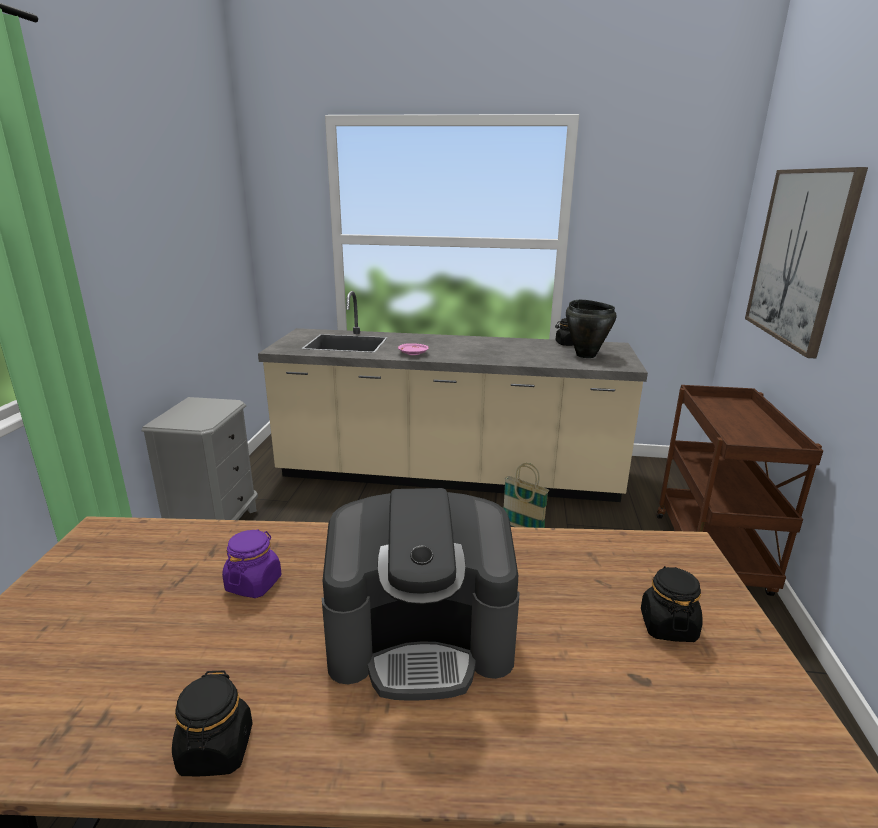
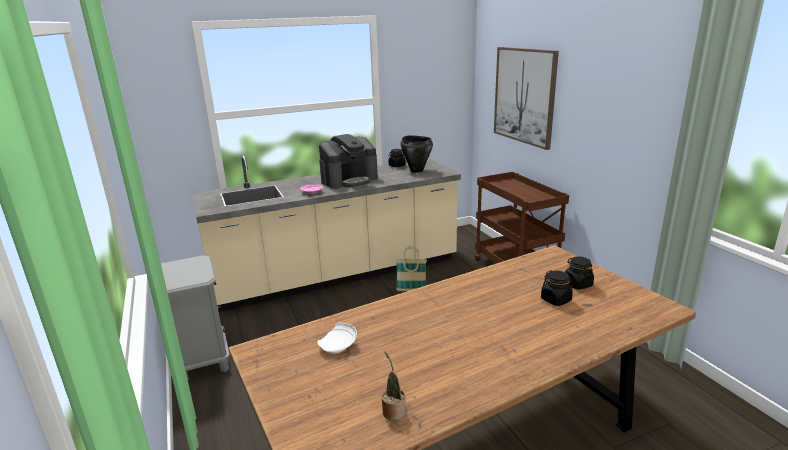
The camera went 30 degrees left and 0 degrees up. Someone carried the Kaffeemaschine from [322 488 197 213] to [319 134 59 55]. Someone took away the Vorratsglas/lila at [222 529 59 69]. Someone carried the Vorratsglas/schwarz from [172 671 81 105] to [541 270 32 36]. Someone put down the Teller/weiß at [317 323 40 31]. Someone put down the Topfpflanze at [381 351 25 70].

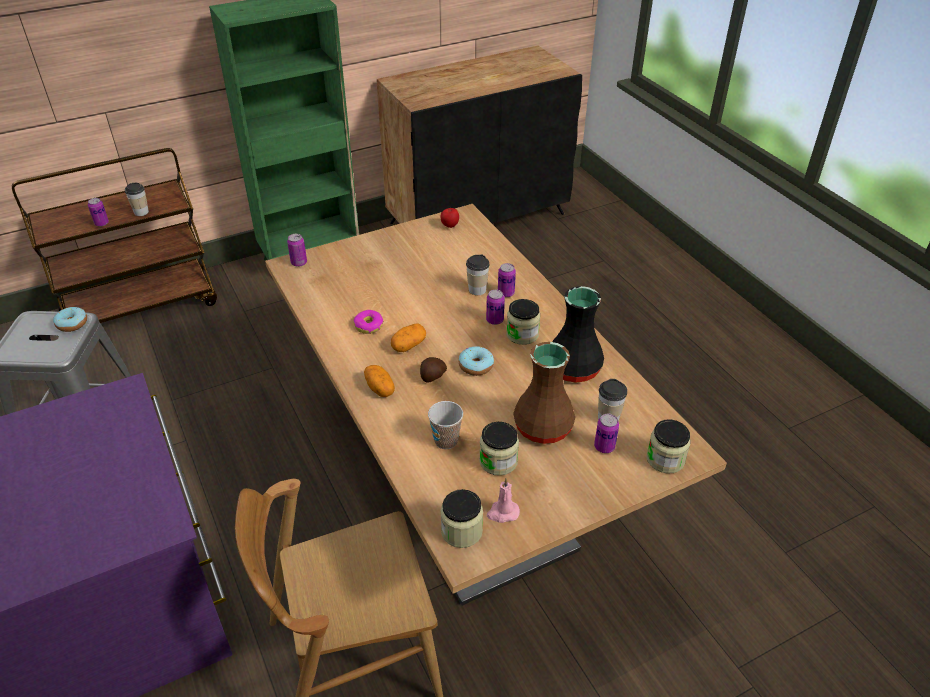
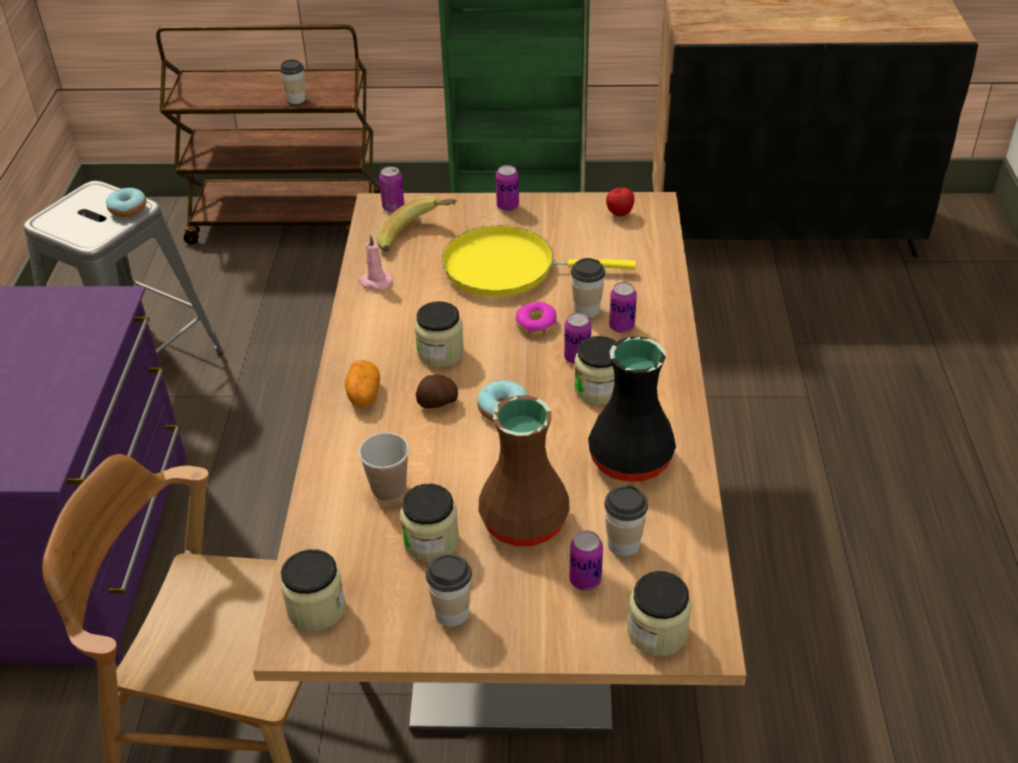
The camera went 30 degrees right and 0 degrees up. Someone carried the Dose from [88 198 21 29] to [496 165 23 46]. Someone carried the Donut from [353 310 31 24] to [515 302 42 33]. Someone swapped the Kartoffel at [391 323 35 29] for the Vorratsglas at [415 301 49 67]. Someone carried the Kerze/rosa from [487 478 33 45] to [358 234 35 56]. Someone put down the Banane at [377 196 80 56]. Someone put down the Pfanne/gelb at [442 225 194 72]. Someone put down the Tasse at [426 554 46 73].

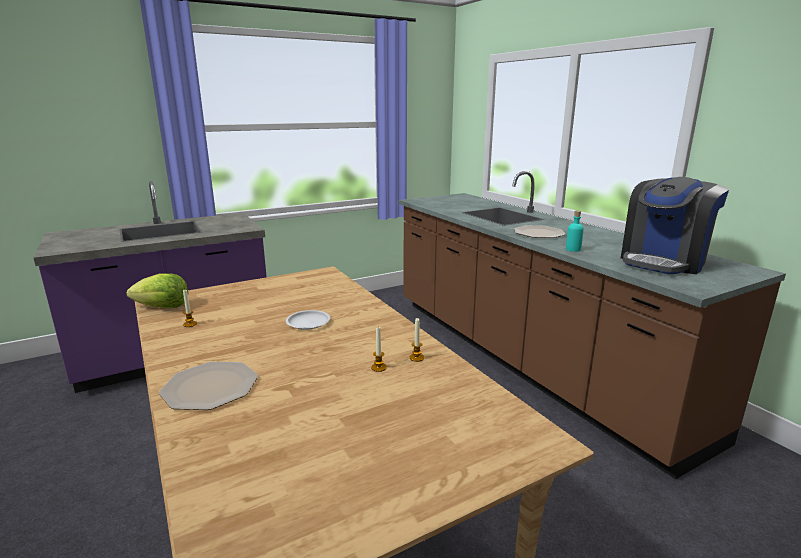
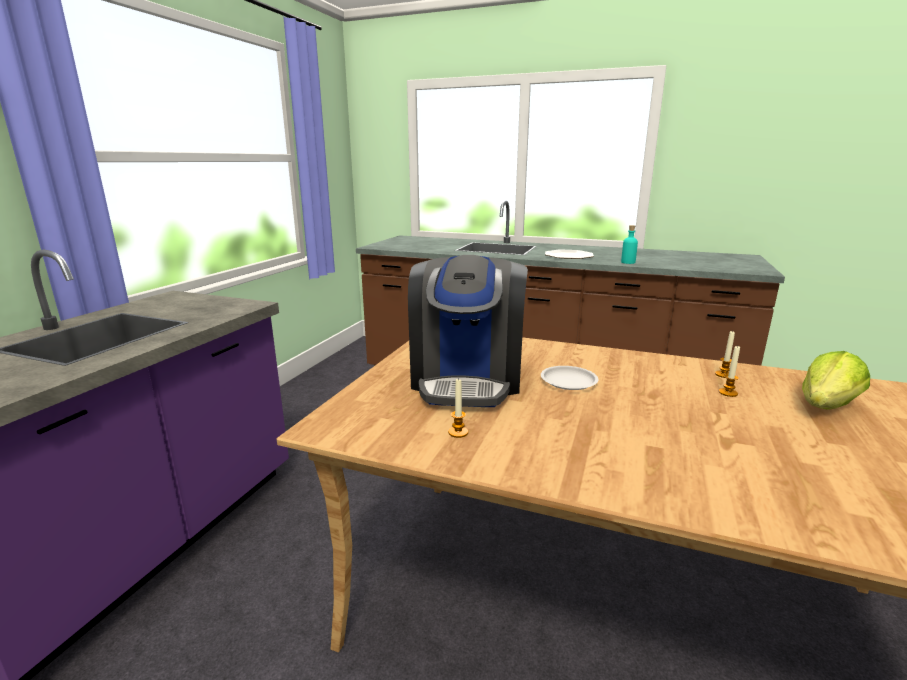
The camera went 40 degrees left and 0 degrees up. Someone carried the Kaffeemaschine from [621 177 108 97] to [408 255 120 152]. Someone carried the Salatkopf from [126 273 62 35] to [802 351 68 59]. Someone took away the Teller at [159 362 99 48].

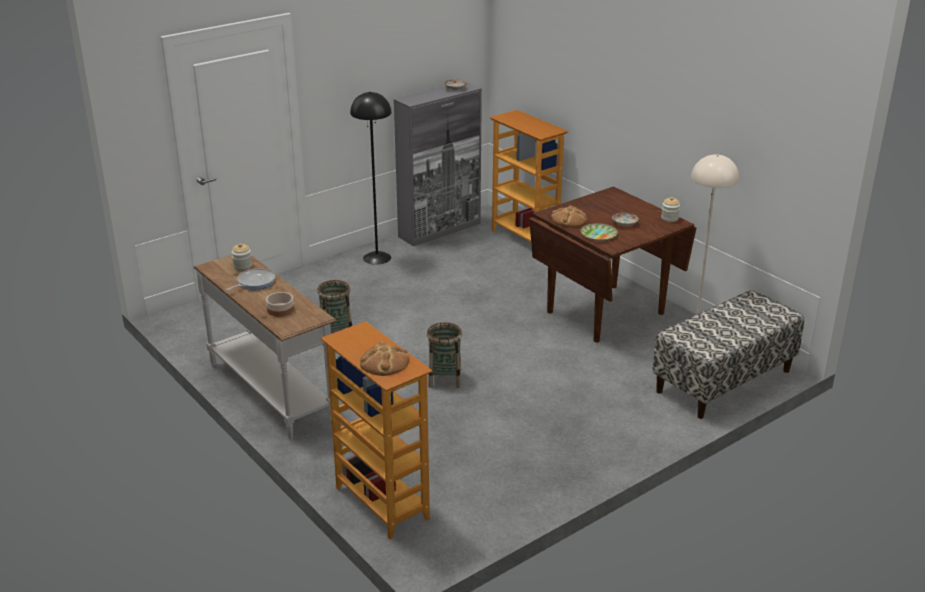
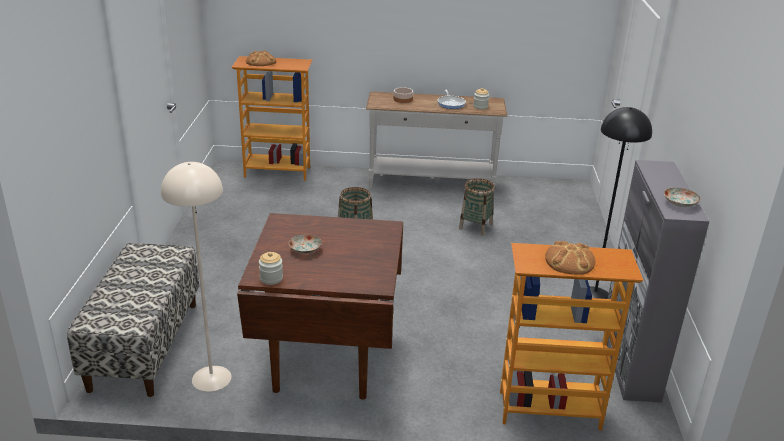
The camera went 130 degrees right and 0 degrees up. Someone carried the Brot from [551 206 36 21] to [545 241 51 34]. Someone took away the Teller at [581 223 37 18].

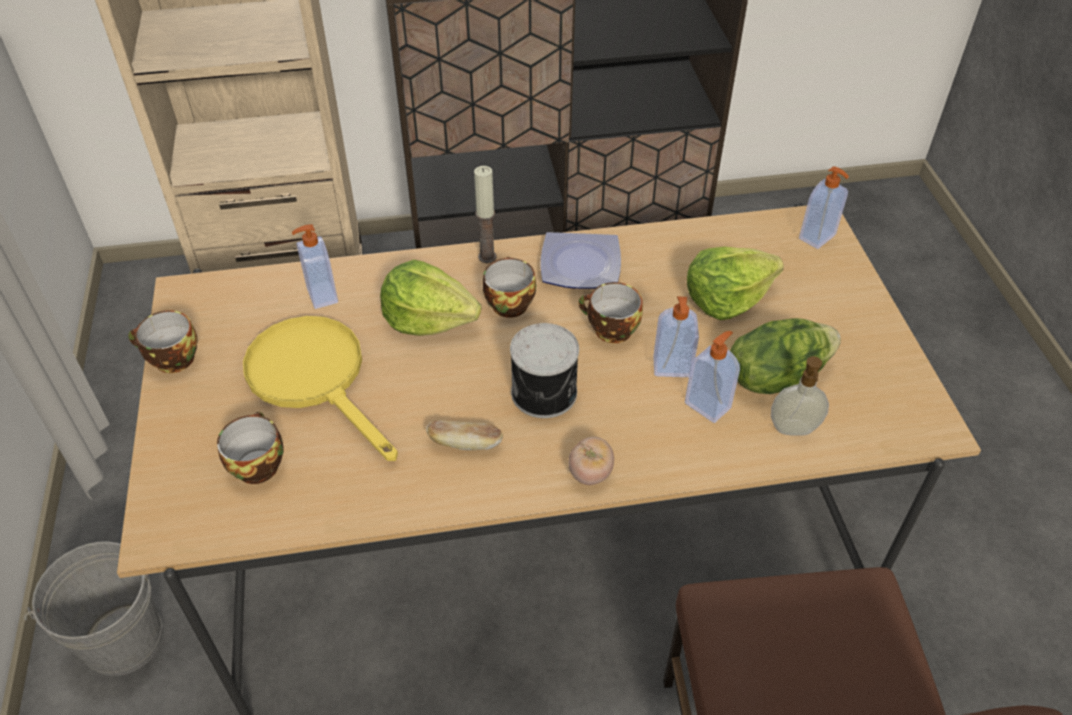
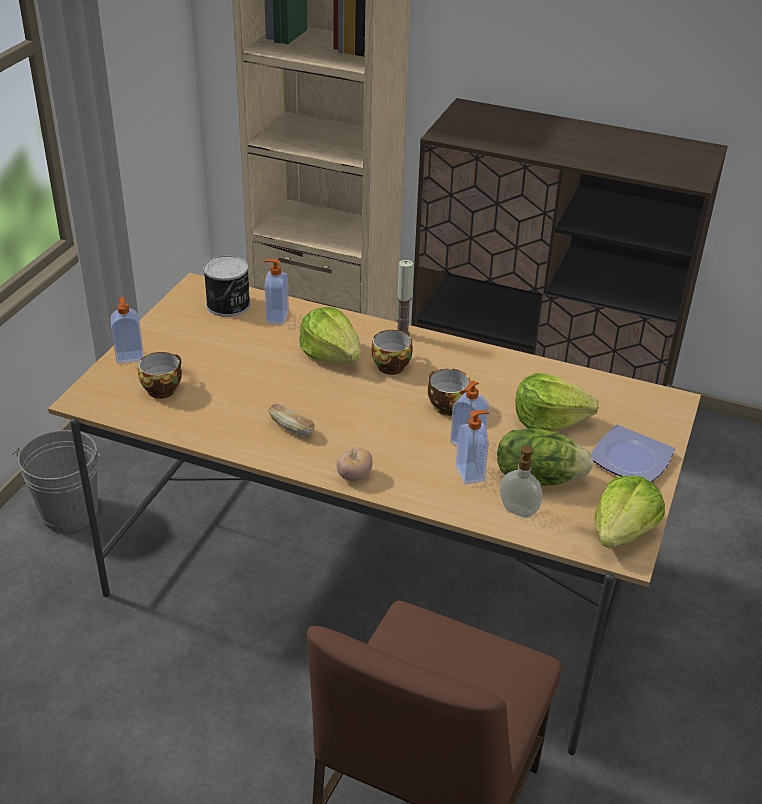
The camera went 30 degrees right and 10 degrees down. Someone carried the Seifenspender from [799 166 50 83] to [111 297 33 67]. Someone carried the Teller from [541 232 80 57] to [591 425 84 57]. Someone took away the Tasse at [128 310 70 63]. Someone took away the Pfanne/gelb at [243 316 155 145]. Someone carried the Dose from [510 323 69 95] to [203 255 47 62]. Someone put down the Salatkopf at [594 475 71 73].

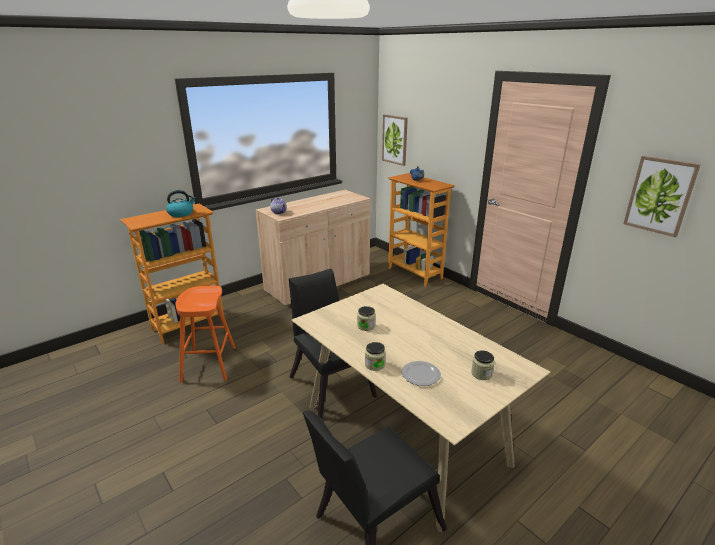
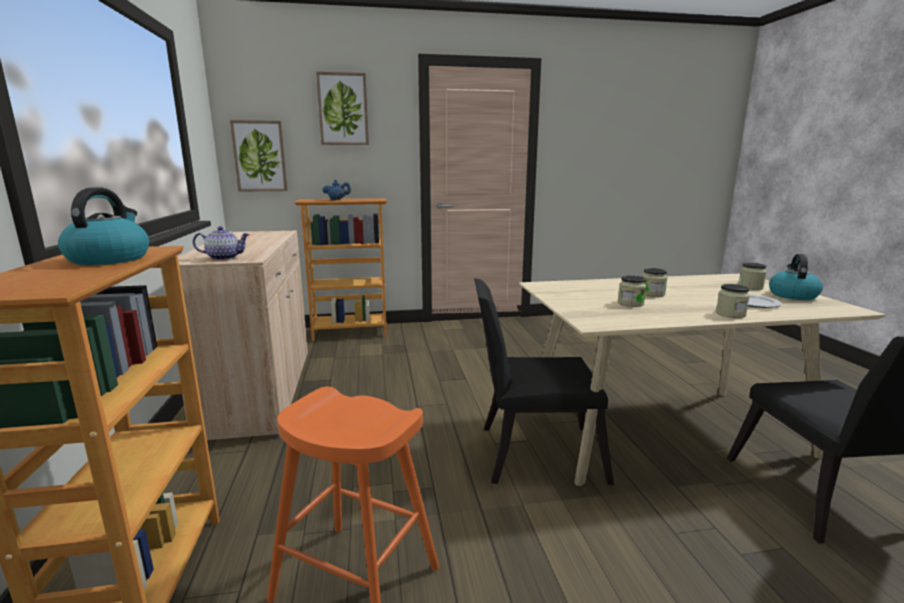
The camera went 60 degrees left and 10 degrees down. Someone carried the Bild from [623 156 78 81] to [316 72 53 73]. Someone put down the Wasserkessel at [769 254 54 46]. Someone put down the Vorratsglas at [642 268 26 29].

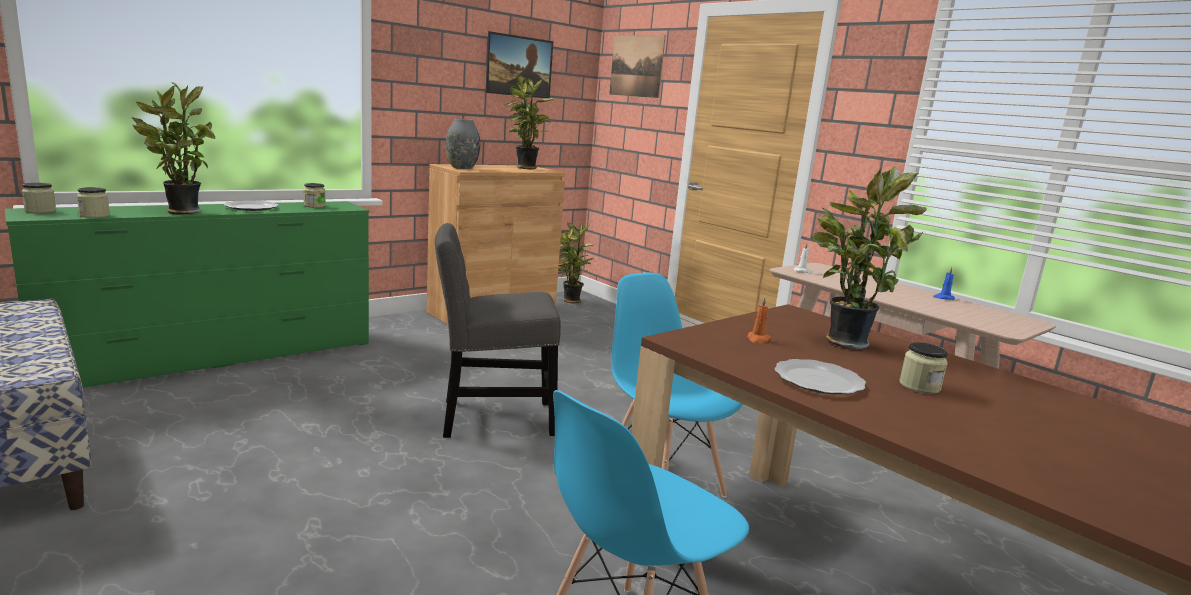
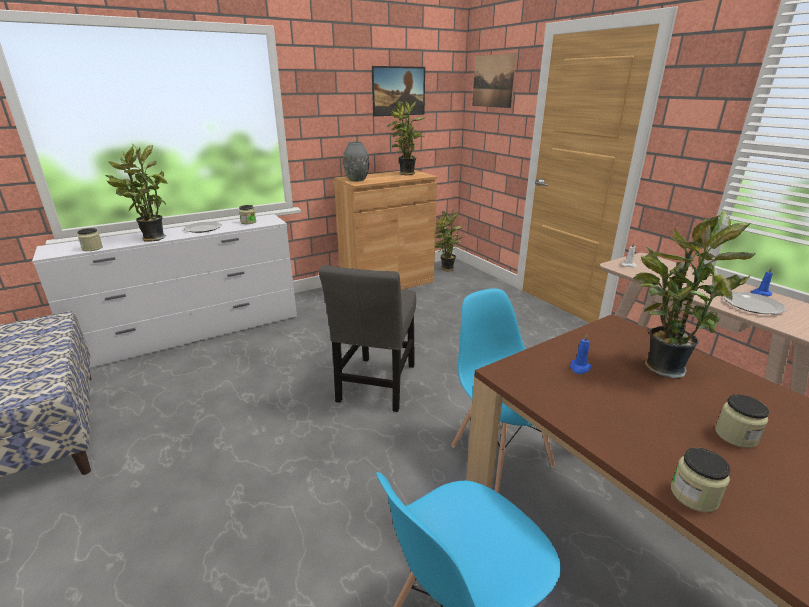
The camera went 10 degrees right and 10 degrees up. Someone carried the Vorratsglas from [22 183 34 30] to [671 448 59 64]. Someone repainted the Kommode/grün at [5 201 364 187], which became the Kommode/weiß at [32 214 265 154]. Someone rotated the Stuhl/grau at [435 223 126 215] by 75 degrees counterclockwise. Someone repainted the Kerze/orange at [747 297 24 47], which became the Kerze/blau at [570 334 22 40]. Someone carried the Teller from [774 359 92 35] to [724 292 62 22].

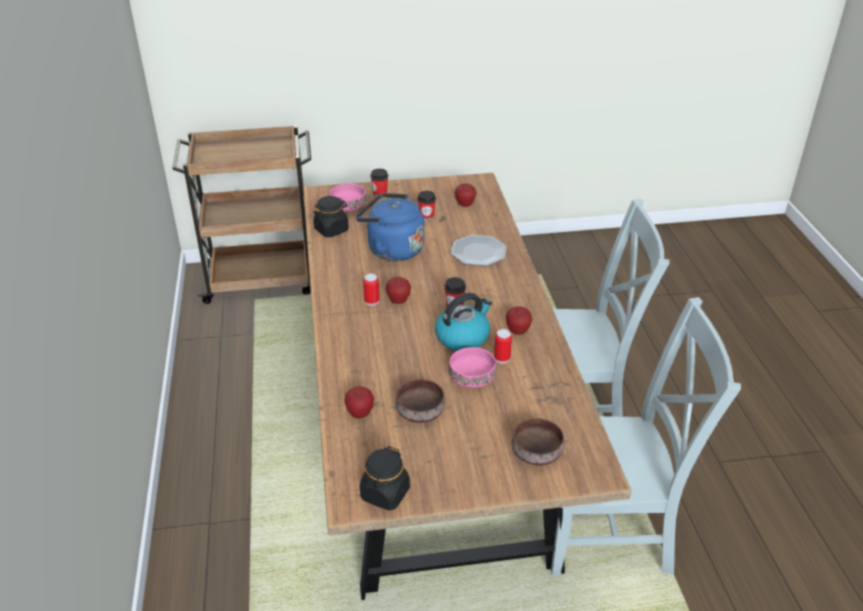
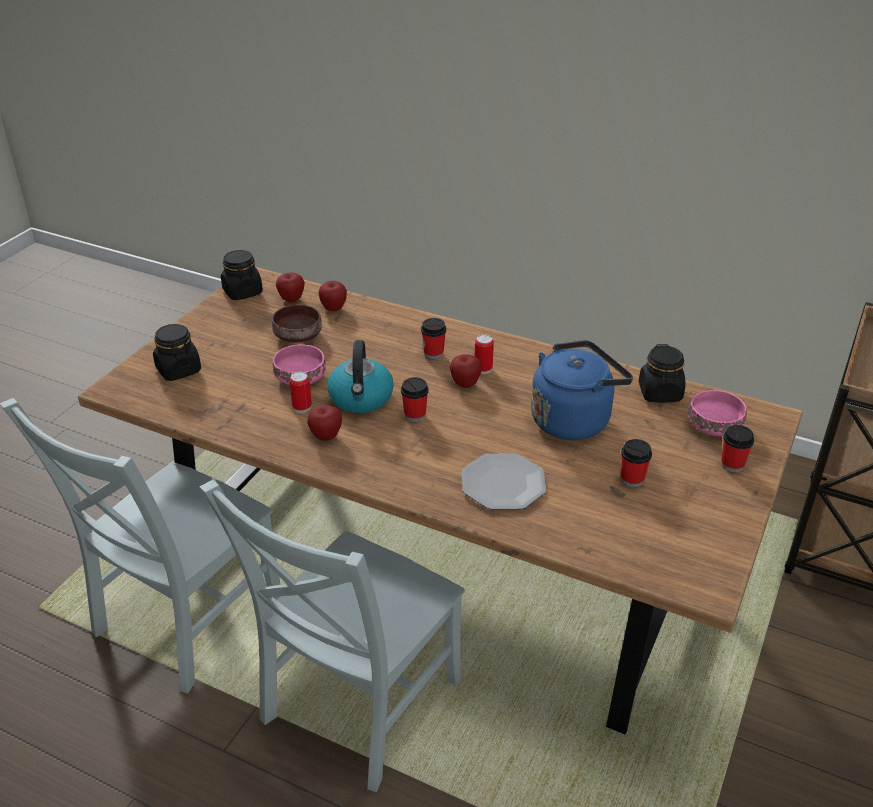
The camera went 125 degrees right and 0 degrees up. Someone carried the Apfel from [455 183 21 24] to [276 272 29 30]. Someone swapped the Schüssel/braun at [512 418 52 47] for the Vorratsglas/schwarz at [153 324 48 57]. Someone put down the Tasse at [421 318 25 41].

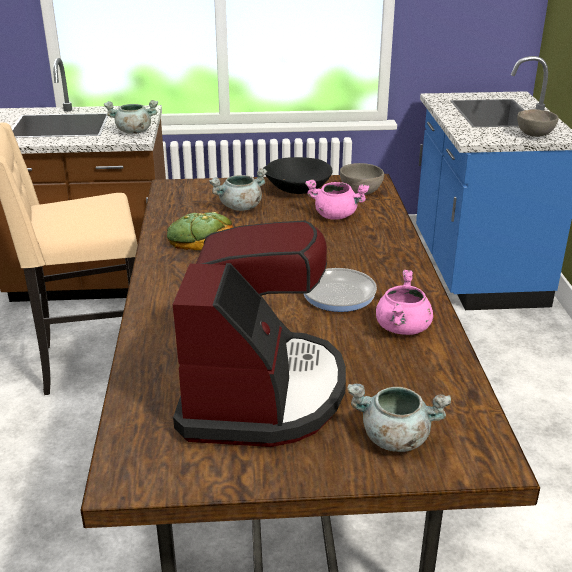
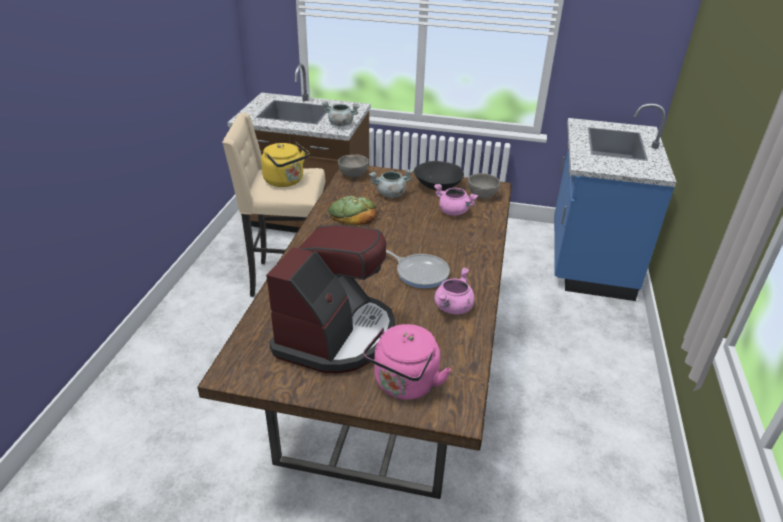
The camera went 15 degrees right and 5 degrees up. Someone carried the Schüssel/grau from [517 109 42 28] to [338 154 31 23]. Someone swapped the Kochtopf/grau at [347 383 104 69] for the Wasserkessel/rosa at [363 324 88 76]. Someone put down the Wasserkessel/gelb at [261 142 49 45].

